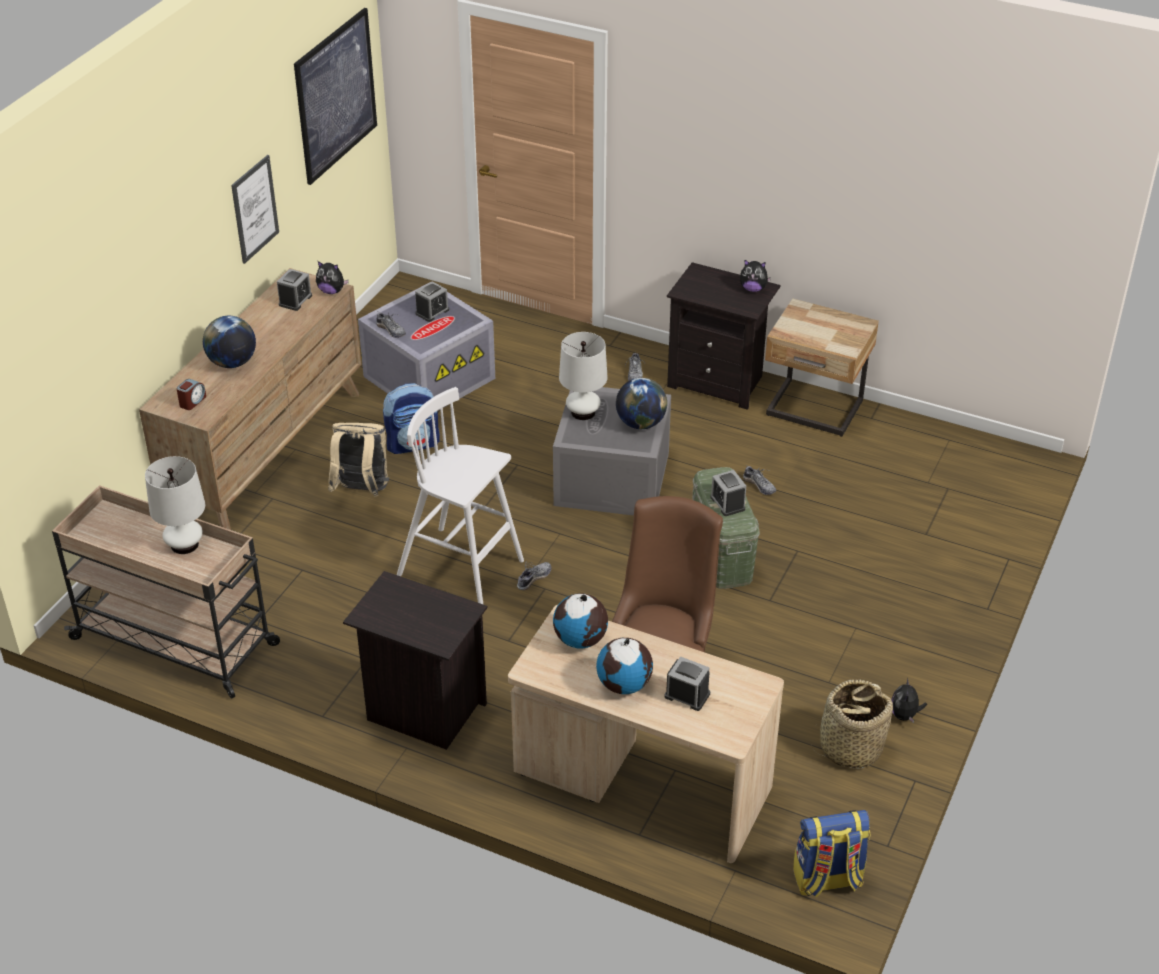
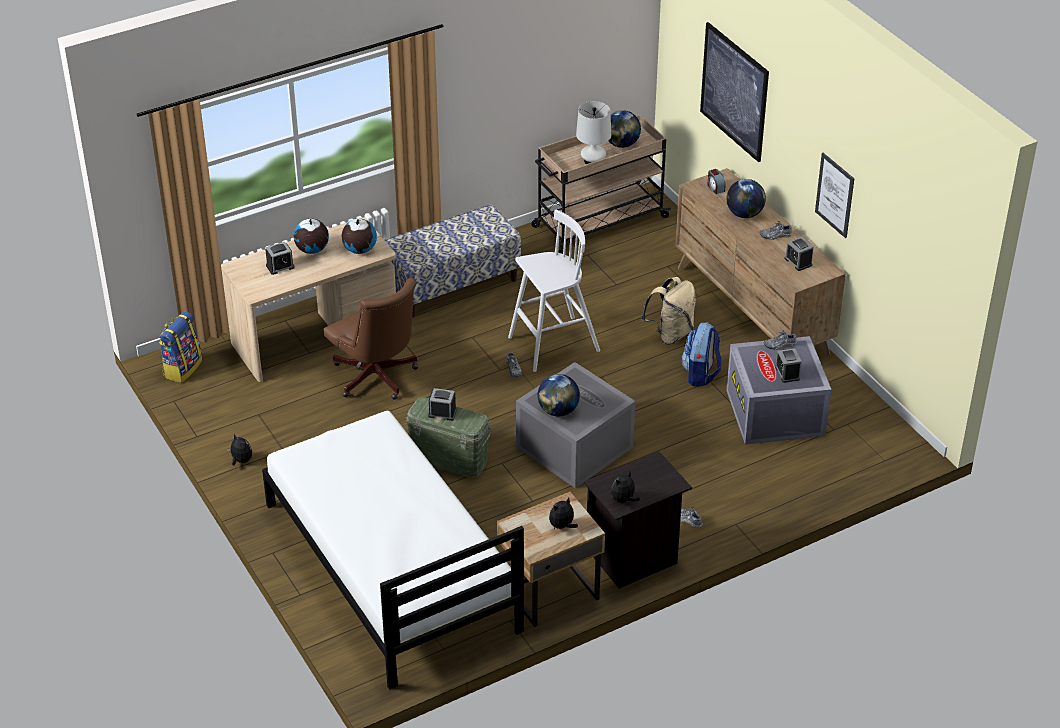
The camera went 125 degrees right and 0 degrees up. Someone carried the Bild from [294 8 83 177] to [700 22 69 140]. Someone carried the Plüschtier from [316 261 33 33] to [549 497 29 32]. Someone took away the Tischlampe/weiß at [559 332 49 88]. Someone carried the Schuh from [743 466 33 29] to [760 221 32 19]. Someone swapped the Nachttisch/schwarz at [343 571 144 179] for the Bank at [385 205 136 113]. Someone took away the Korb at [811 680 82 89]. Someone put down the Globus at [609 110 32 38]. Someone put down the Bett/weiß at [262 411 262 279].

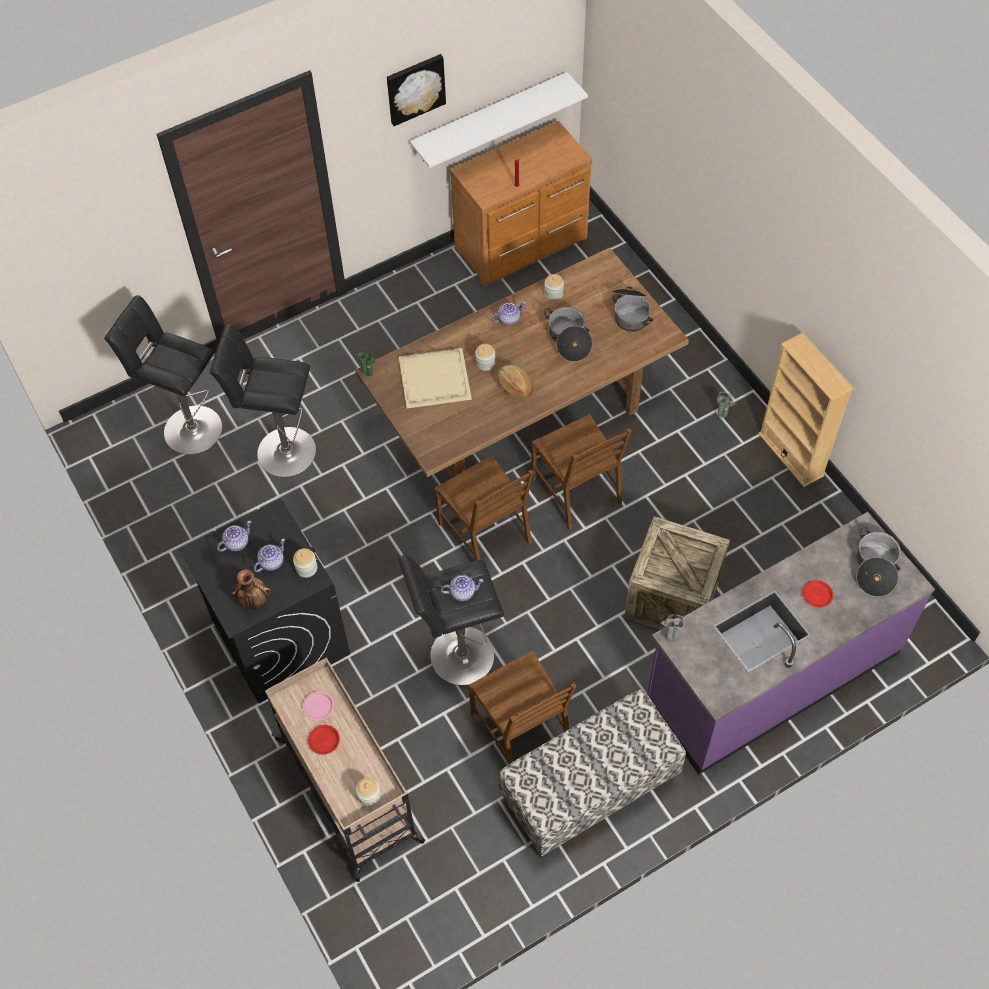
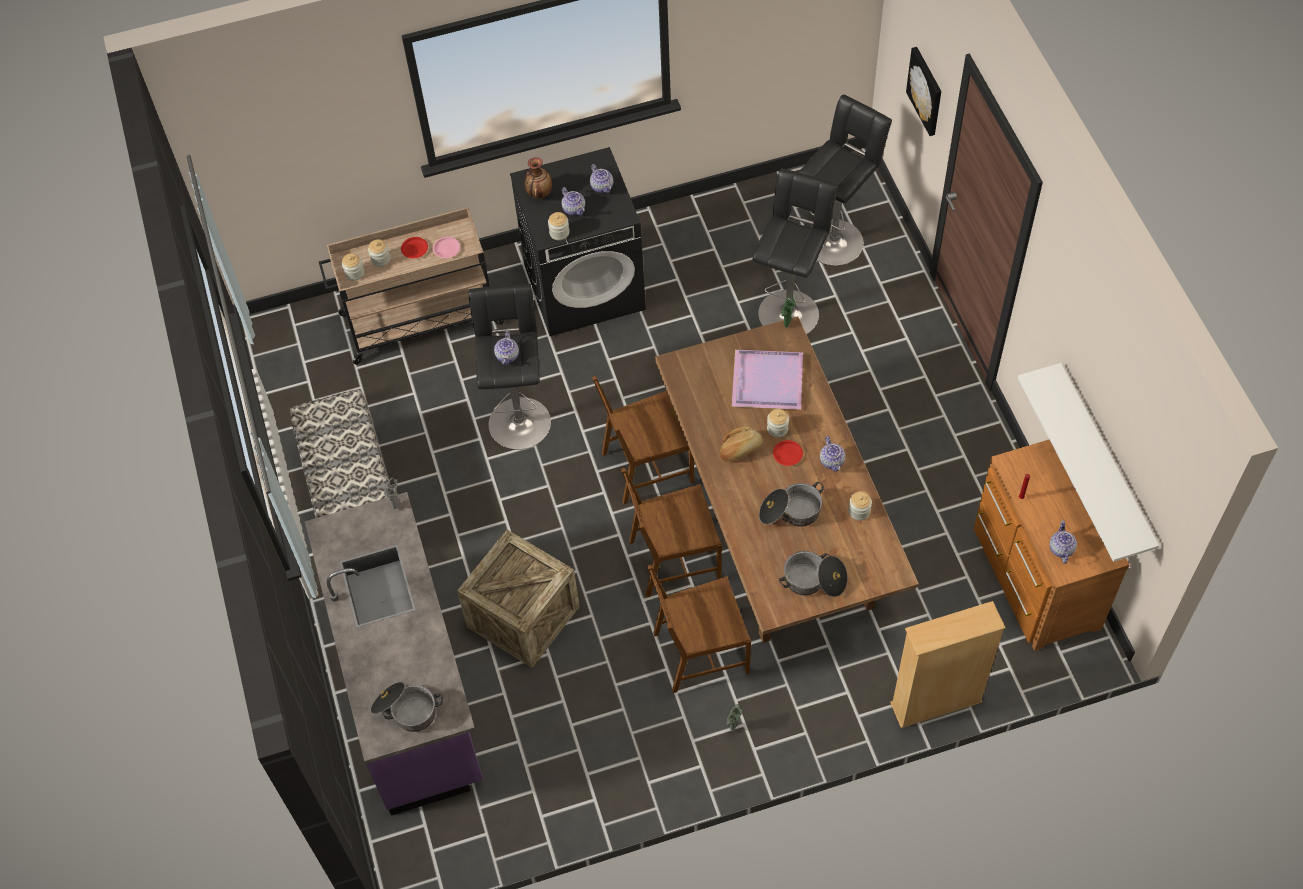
The camera went 105 degrees right and 0 degrees up. Someone carried the Bild from [387 54 59 72] to [906 47 36 89]. Someone carried the Bücherregal/beige from [758 332 96 155] to [890 601 115 127]. Someone repainted the Tablett/beige at [399 348 73 61], which became the Tablett/lila at [732 350 71 60]. Someone carried the Teller/rot from [802 580 32 28] to [773 440 30 26]. Someone carried the Stuhl/braun from [469 650 107 115] to [647 565 104 128]. Someone put down the Vorratsglas at [368 239 22 28]. Someone put down the Teekanne at [1049 520 28 44].

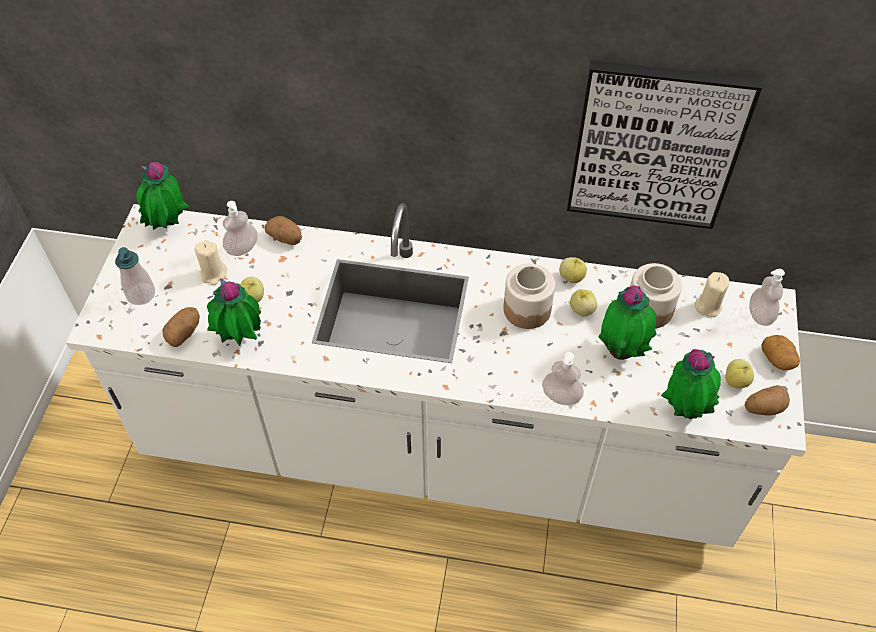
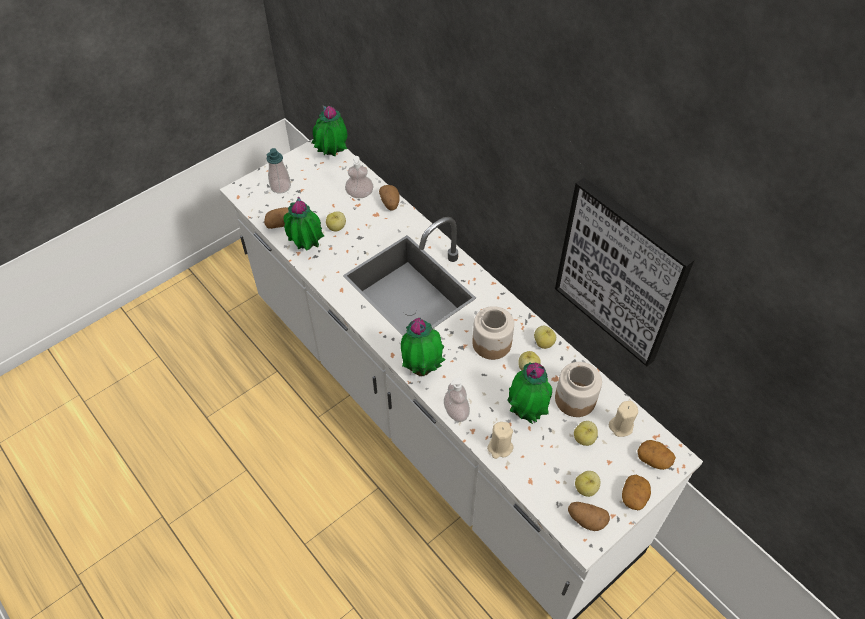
The camera went 40 degrees right and 0 degrees up. Someone carried the Kerze/beige from [194 240 33 45] to [487 422 26 37]. Someone swapped the Seifenspender at [749 269 36 57] for the Kartoffel at [637 440 39 30]. Someone carried the Topfpflanze from [661 349 60 70] to [401 318 45 58]. Someone put down the Apfel at [574 421 24 25].

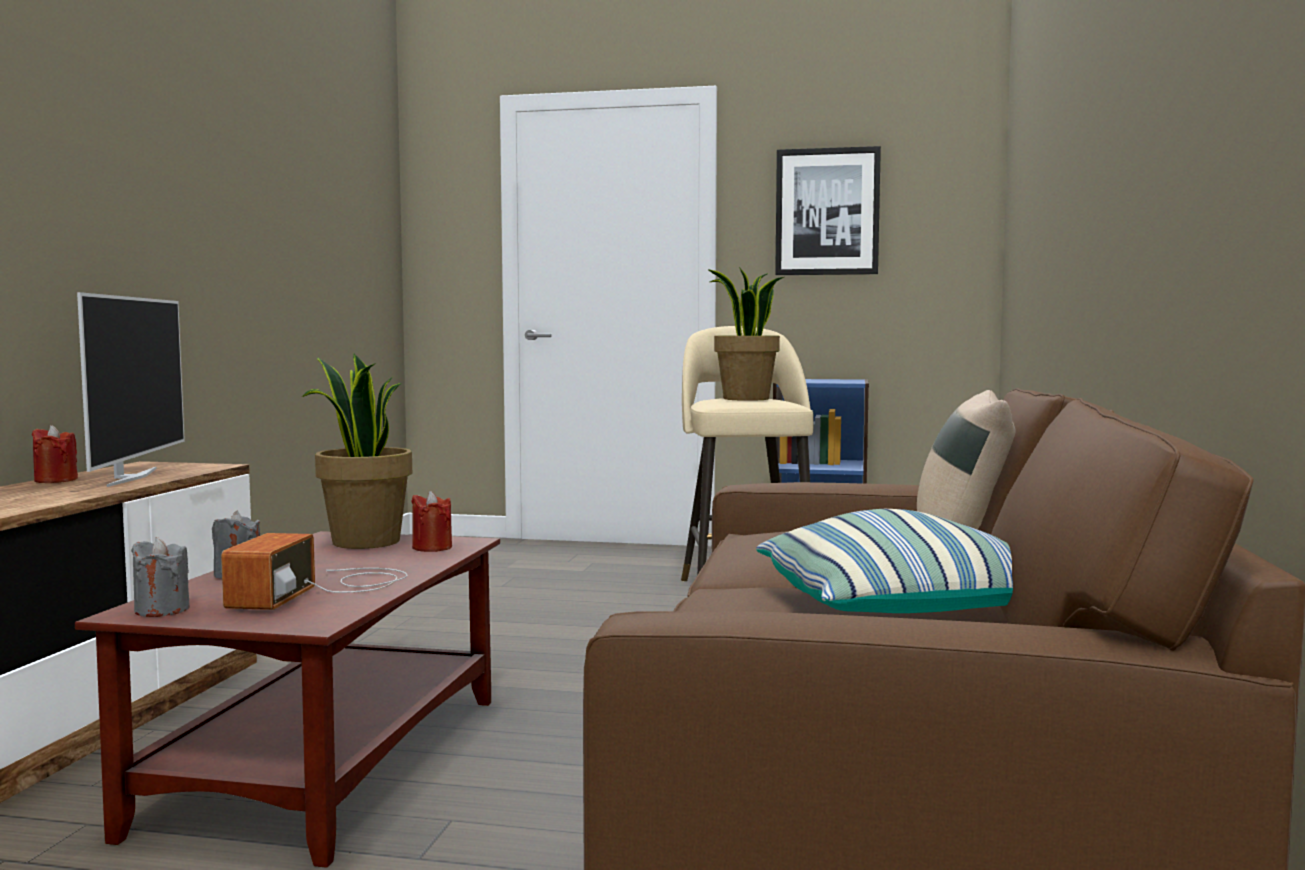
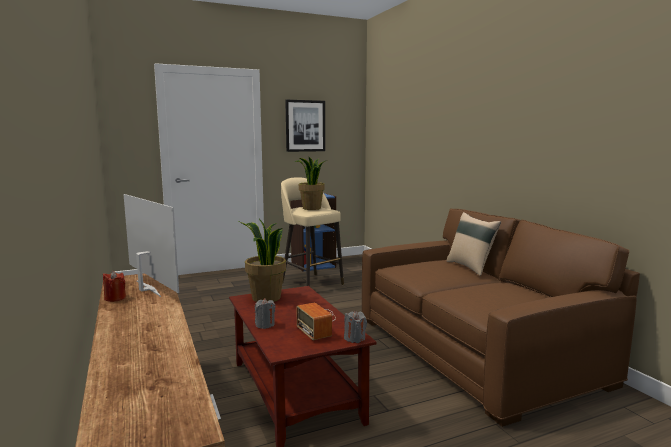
The camera went 35 degrees left and 5 degrees up. Someone took away the Kerze/rot at [411 491 41 61]. Someone took away the Kissen at [756 509 257 104]. Someone carried the Kerze/grau from [131 537 59 80] to [344 311 23 32].

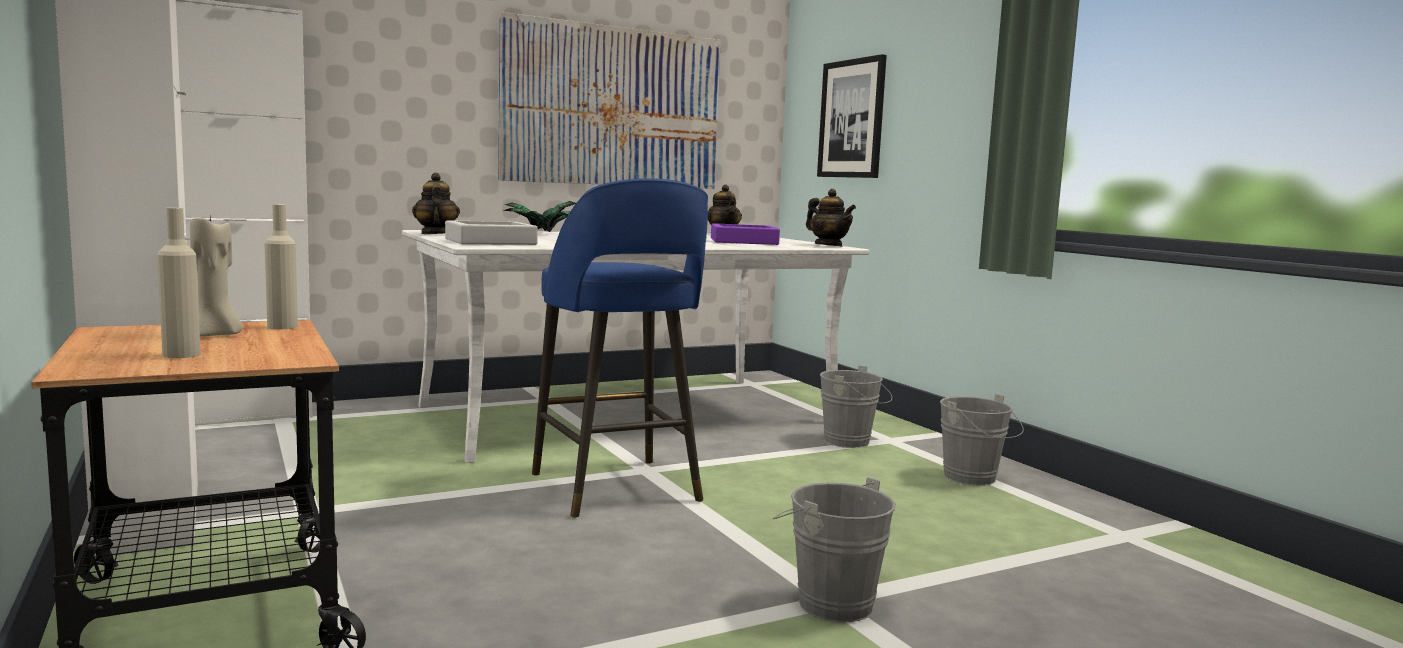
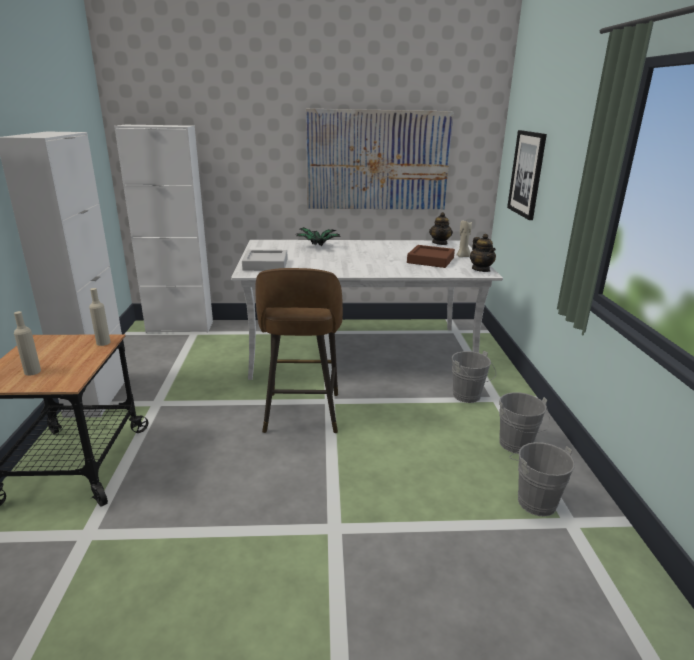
The camera went 25 degrees right and 15 degrees up. Someone took away the Teekanne at [412 172 48 62]. Someone repainted the Hocker/blau at [532 178 176 340], which became the Hocker/braun at [255 268 88 165]. Someone carried the Kerze/beige from [190 216 52 120] to [457 220 15 37]. Someone repainted the Tablett/lila at [711 223 69 22], which became the Tablett/braun at [407 245 48 23]. Someone carried the Eimer/grau from [773 477 123 145] to [510 442 65 75].

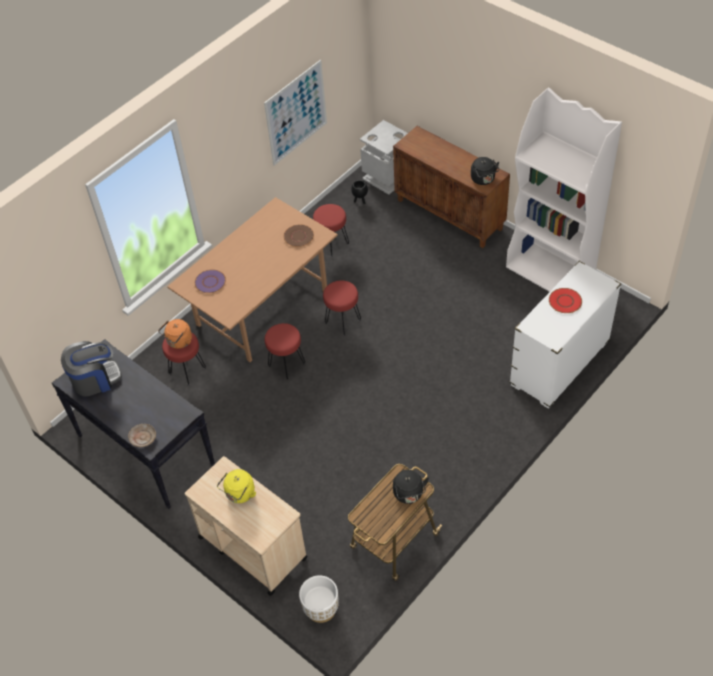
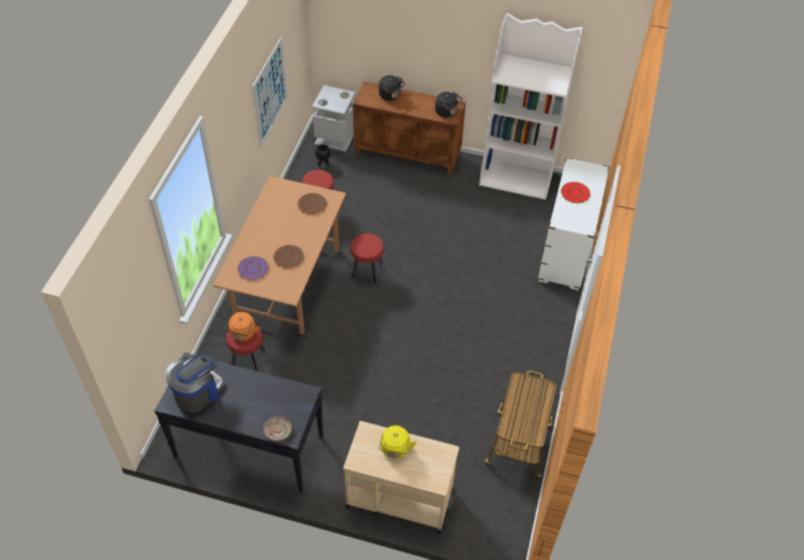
The camera went 30 degrees left and 0 degrees up. Someone took away the Hocker/rot at [265 323 40 57]. Someone carried the Wasserkessel/schwarz from [393 470 36 34] to [379 75 26 26]. Someone took away the Pflanzkübel/weiß at [299 575 40 48]. Someone put down the Teller/braun at [273 245 31 23].

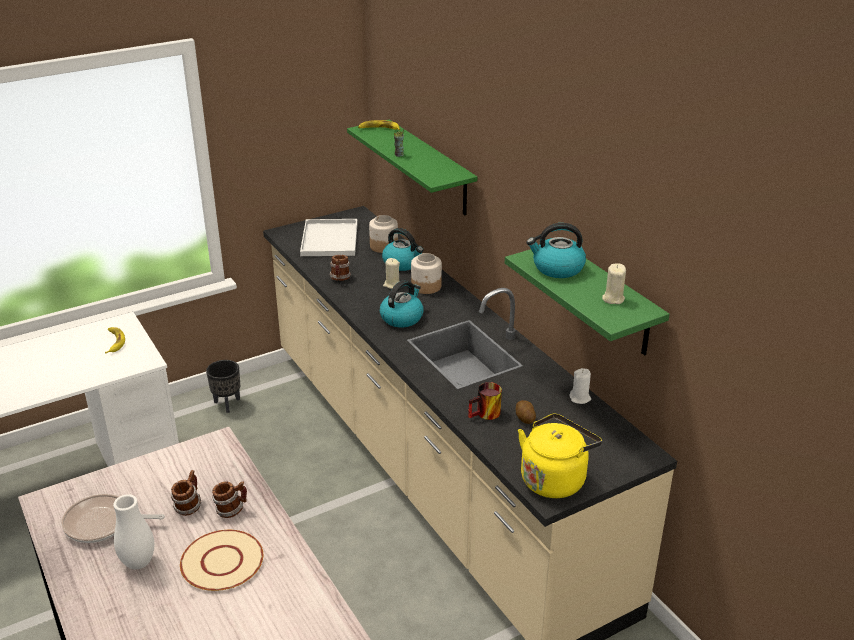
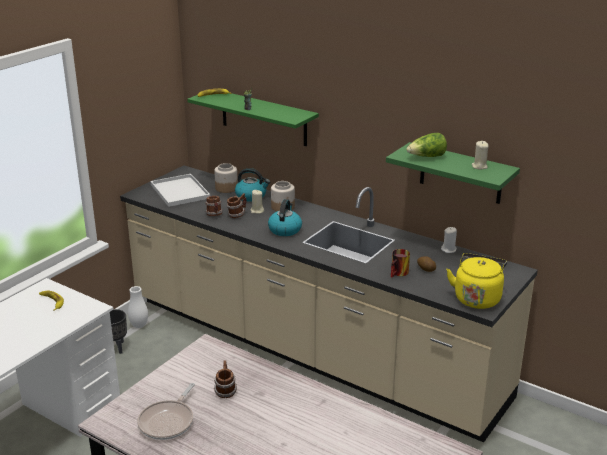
The camera went 25 degrees left and 5 degrees down. Someone swapped the Wasserkessel at [526 223 60 55] for the Salatkopf at [406 133 41 24]. Someone carried the Henkelbecher from [212 481 35 37] to [227 193 19 25]. Someone rotated the Pfanne at [61 494 104 49] by 45 degrees counterclockwise. Someone carried the Vase/weiß from [113 494 41 76] to [128 286 20 42]. Someone took away the Teller/beige at [180 530 83 61].

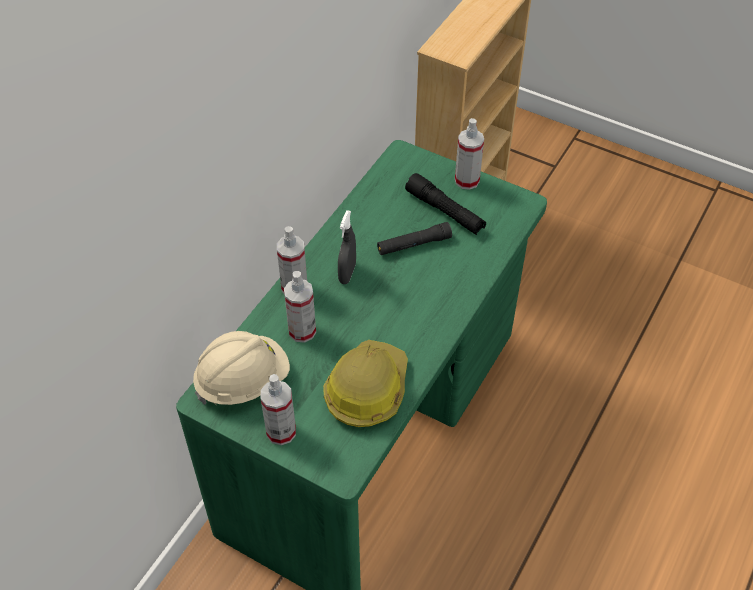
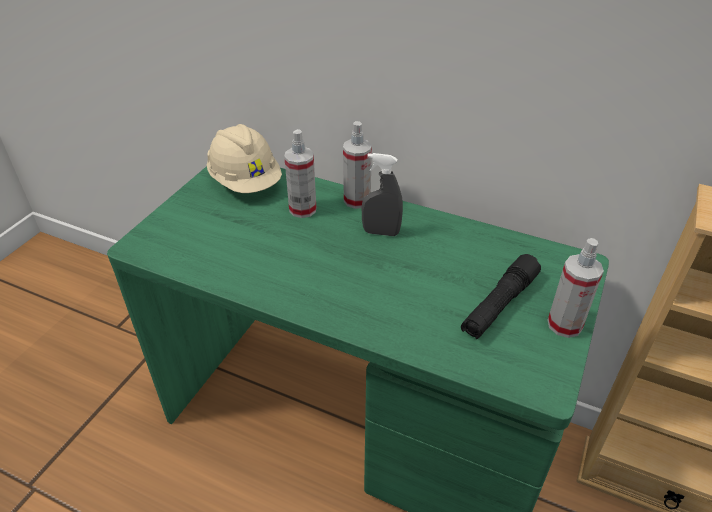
The camera went 85 degrees right and 10 degrees down. Someone took away the Taschenlampe/schwarz at [377 222 75 33]. Someone took away the Schutzhelm at [323 340 85 87]. Someone took away the Sprühflasche at [261 374 35 71].

